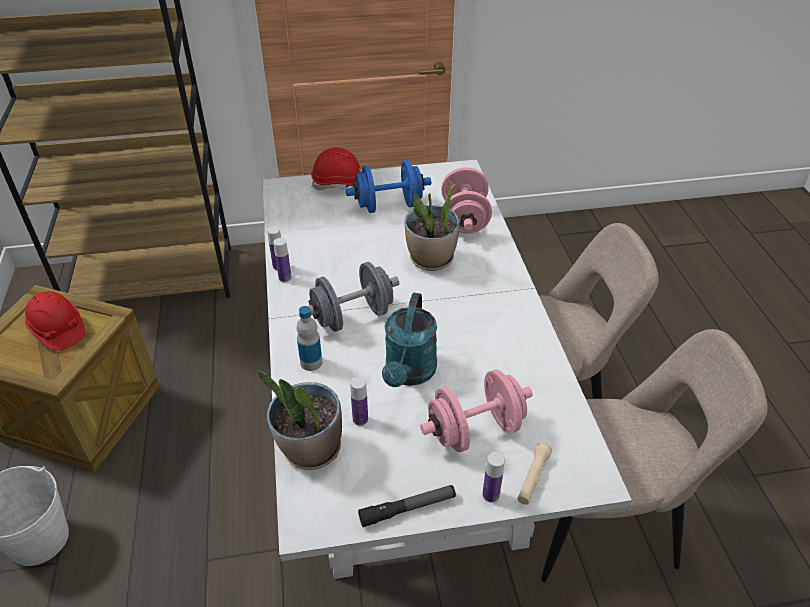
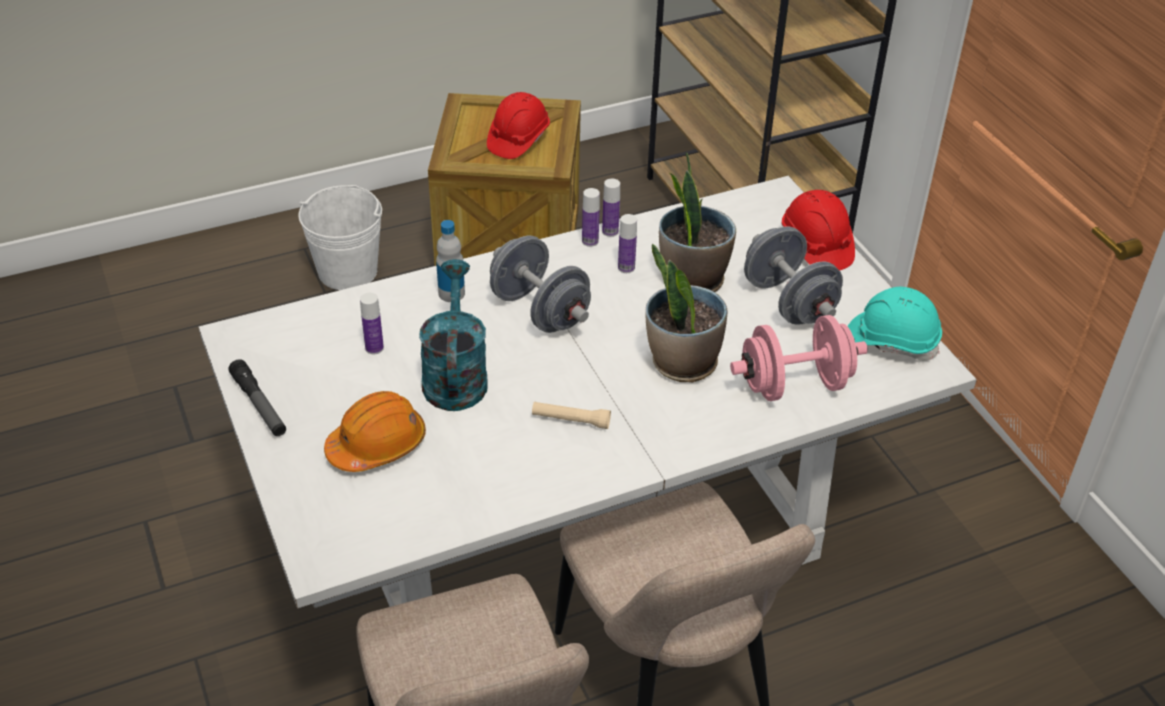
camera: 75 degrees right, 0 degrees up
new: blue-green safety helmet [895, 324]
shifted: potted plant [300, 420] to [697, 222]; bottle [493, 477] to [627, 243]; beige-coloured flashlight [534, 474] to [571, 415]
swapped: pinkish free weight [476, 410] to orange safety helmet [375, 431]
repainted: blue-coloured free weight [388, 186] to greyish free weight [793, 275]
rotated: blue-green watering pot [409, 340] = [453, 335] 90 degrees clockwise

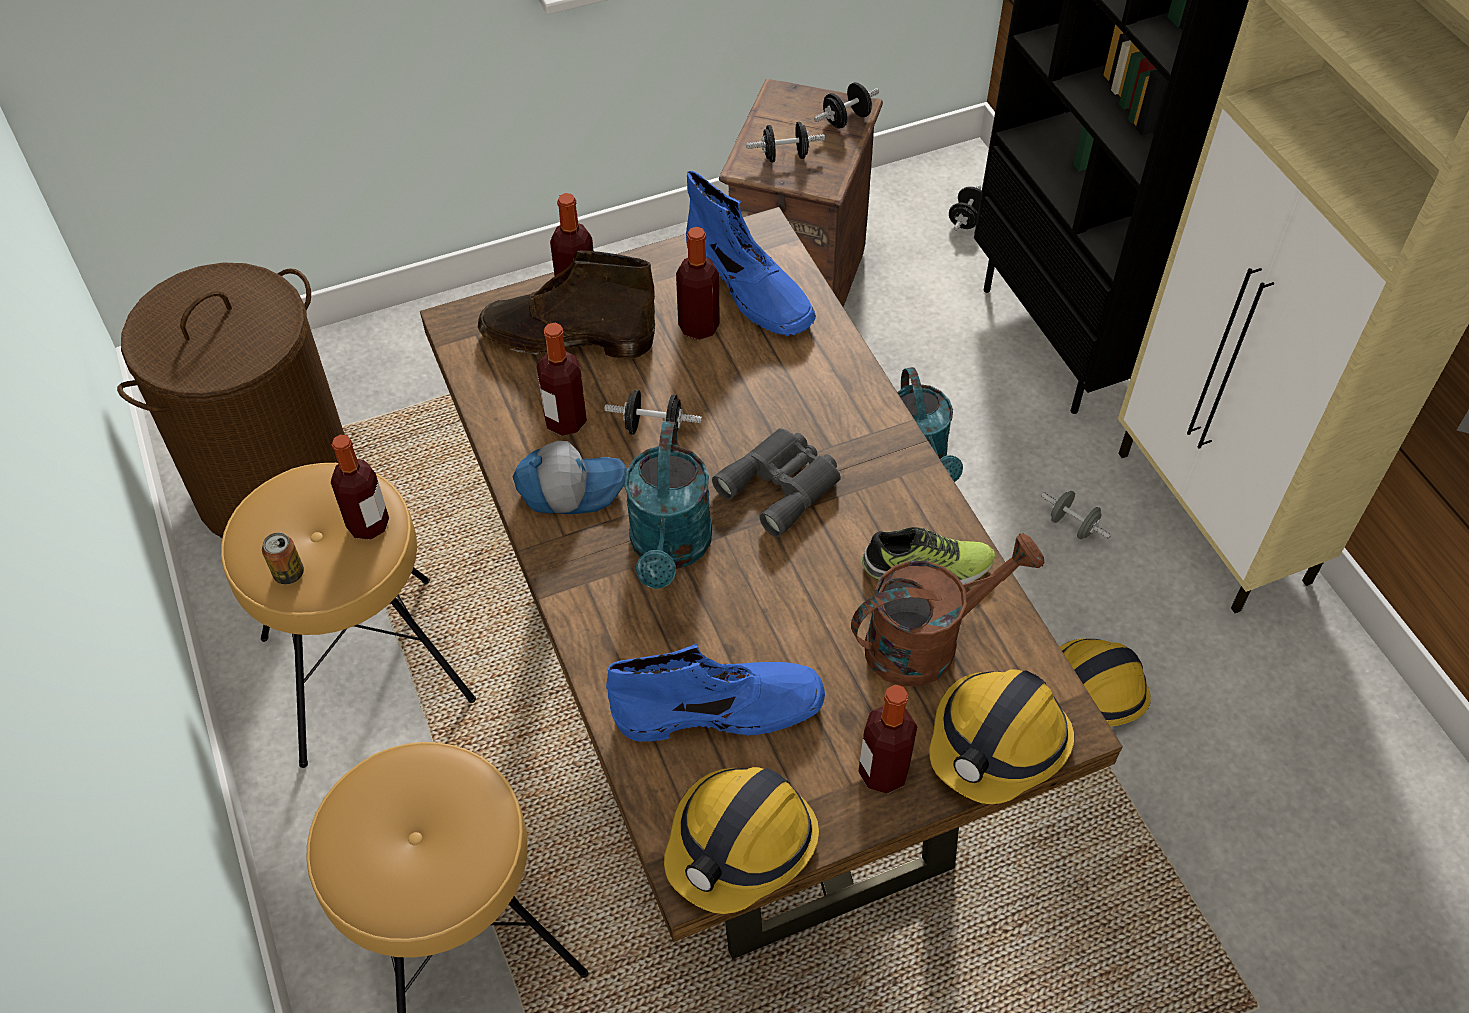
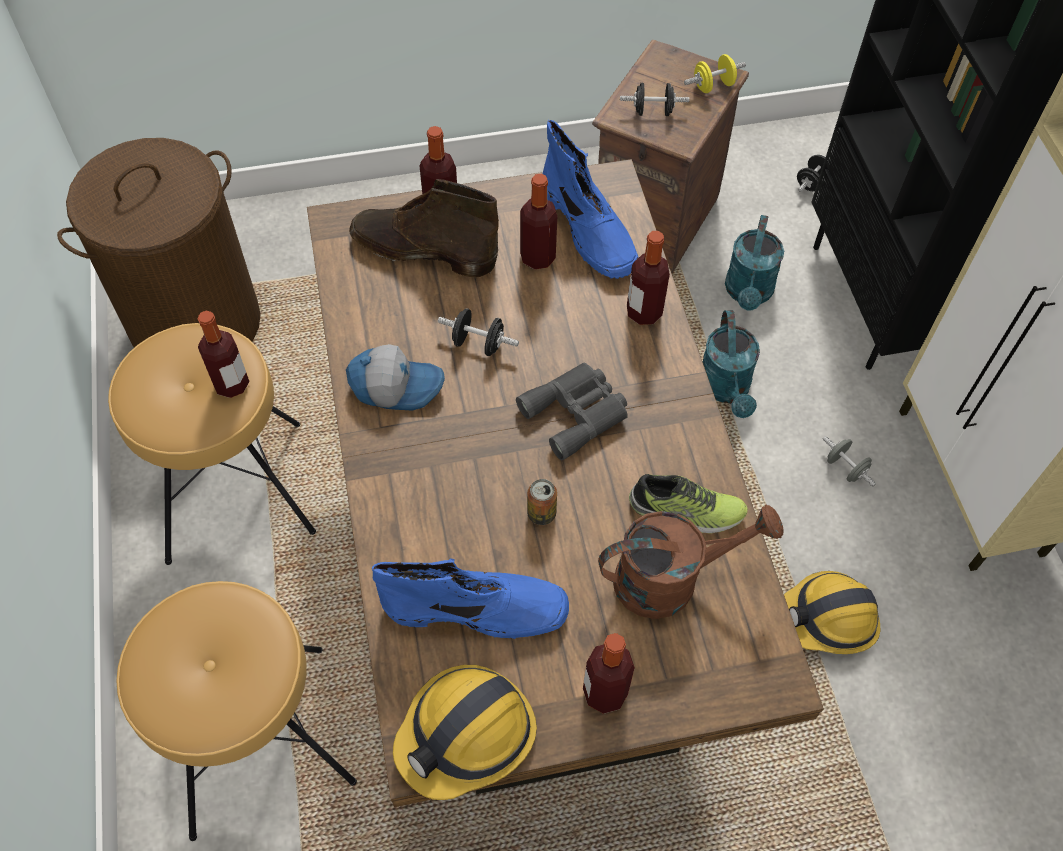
camera: 10 degrees right, 5 degrees up
gone: safety helmet [1001, 736]
shifted: metal can [283, 558] to [542, 502]; bottle [562, 379] to [648, 278]; blue-green watering pot [668, 505] to [754, 262]
repainted: blackish free weight [846, 105] to yellowish free weight [715, 73]

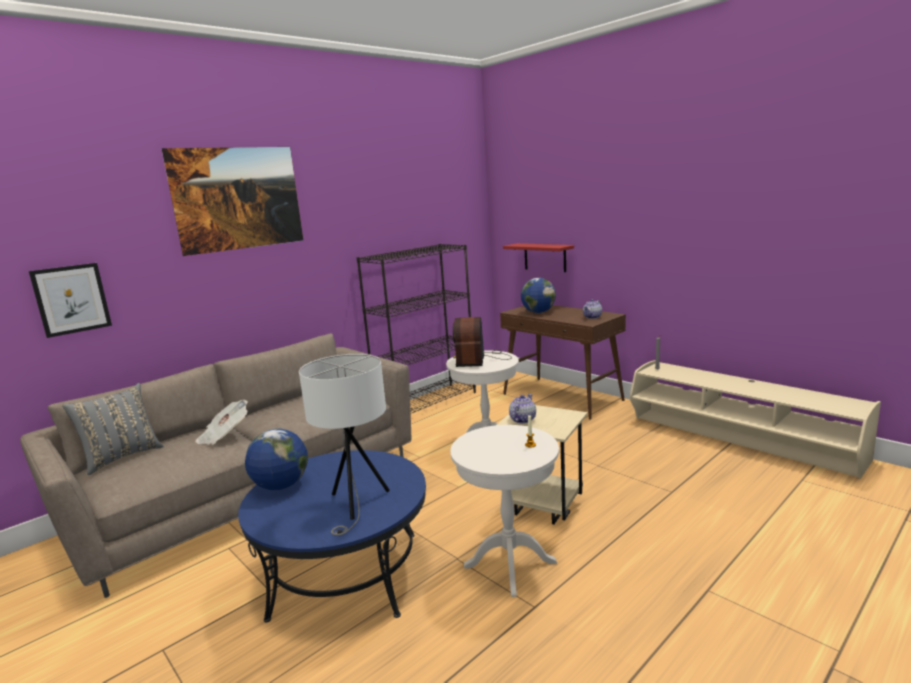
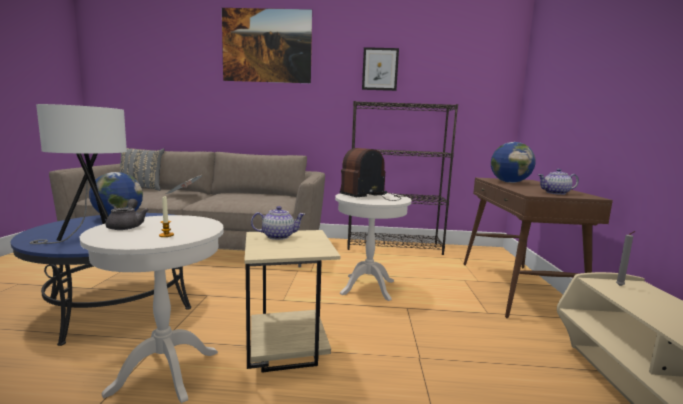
camera: 45 degrees right, 5 degrees down
gone: red-coloured shelf [538, 257]
new: greyish pot for tea [127, 214]
shifted: picture [70, 300] to [380, 69]

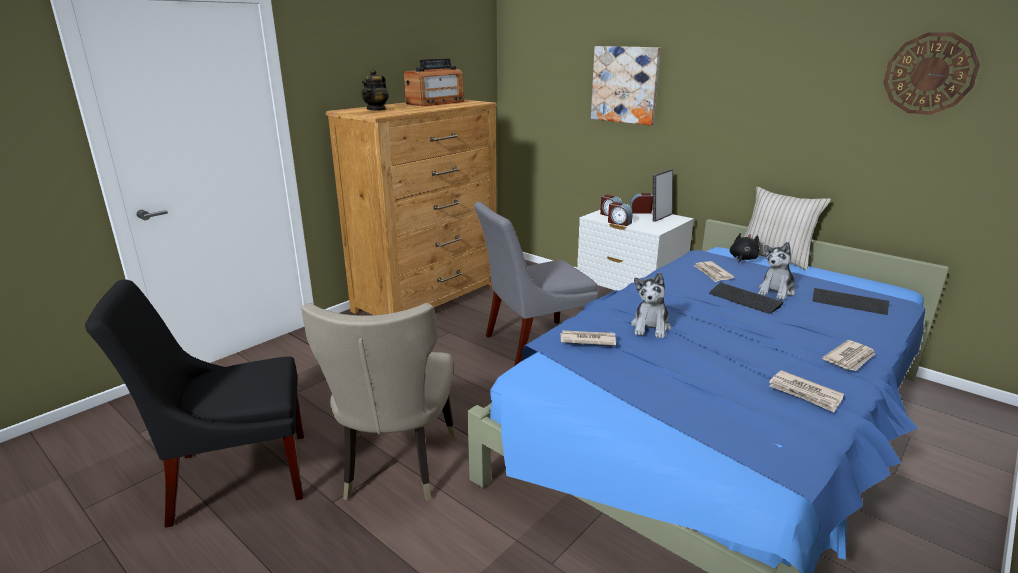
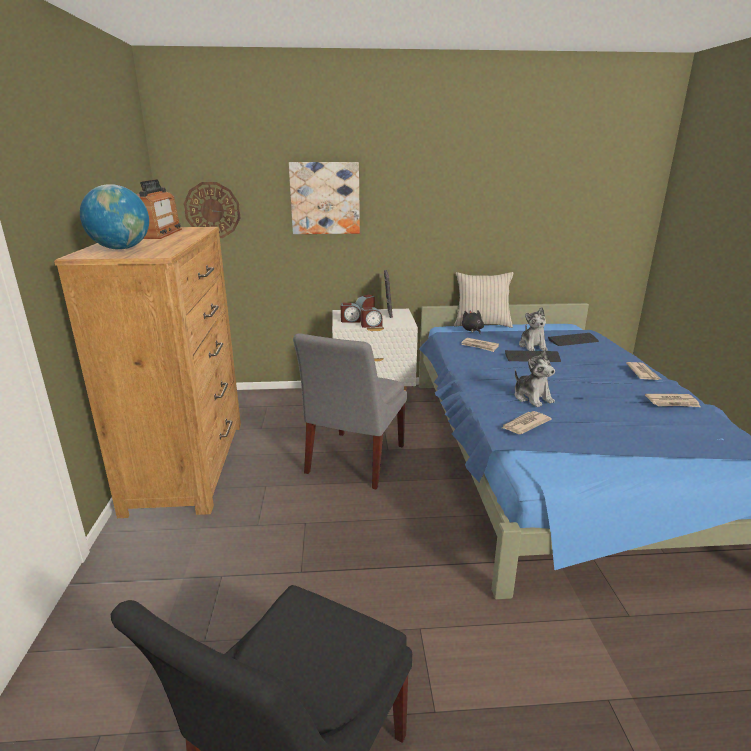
camera: 45 degrees left, 0 degrees up
gone: beige-coloured plain chair [378, 402]
shifted: wall clock [932, 73] to [212, 210]
swapped: pot for tea [375, 90] to world globe [114, 217]

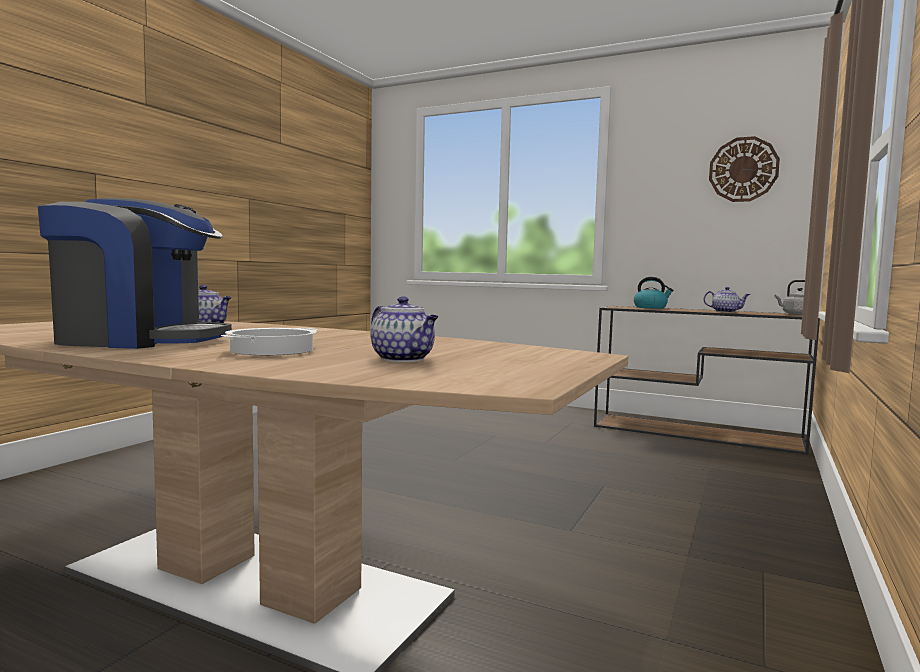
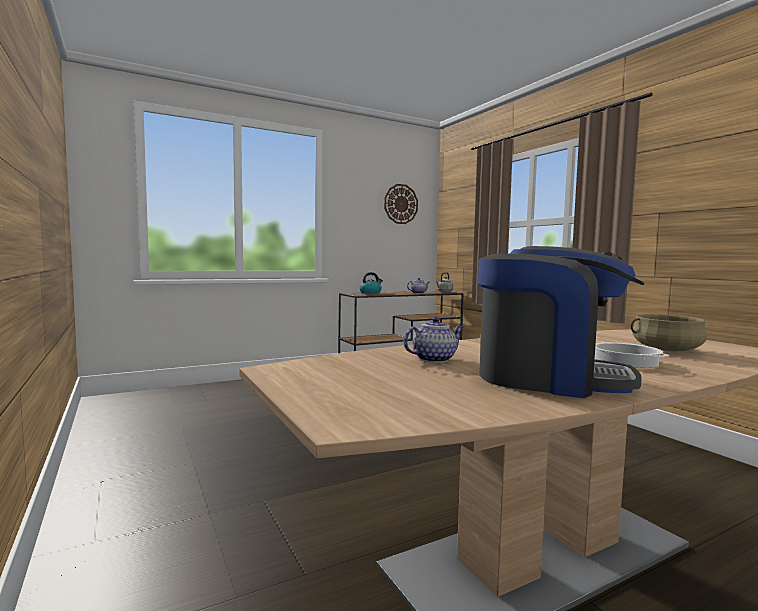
camera: 55 degrees left, 0 degrees up
swapped: pot for tea [404, 329] to beige-coloured saucepot [669, 332]
rotated: coffee maker [135, 273] = [561, 322] 75 degrees clockwise

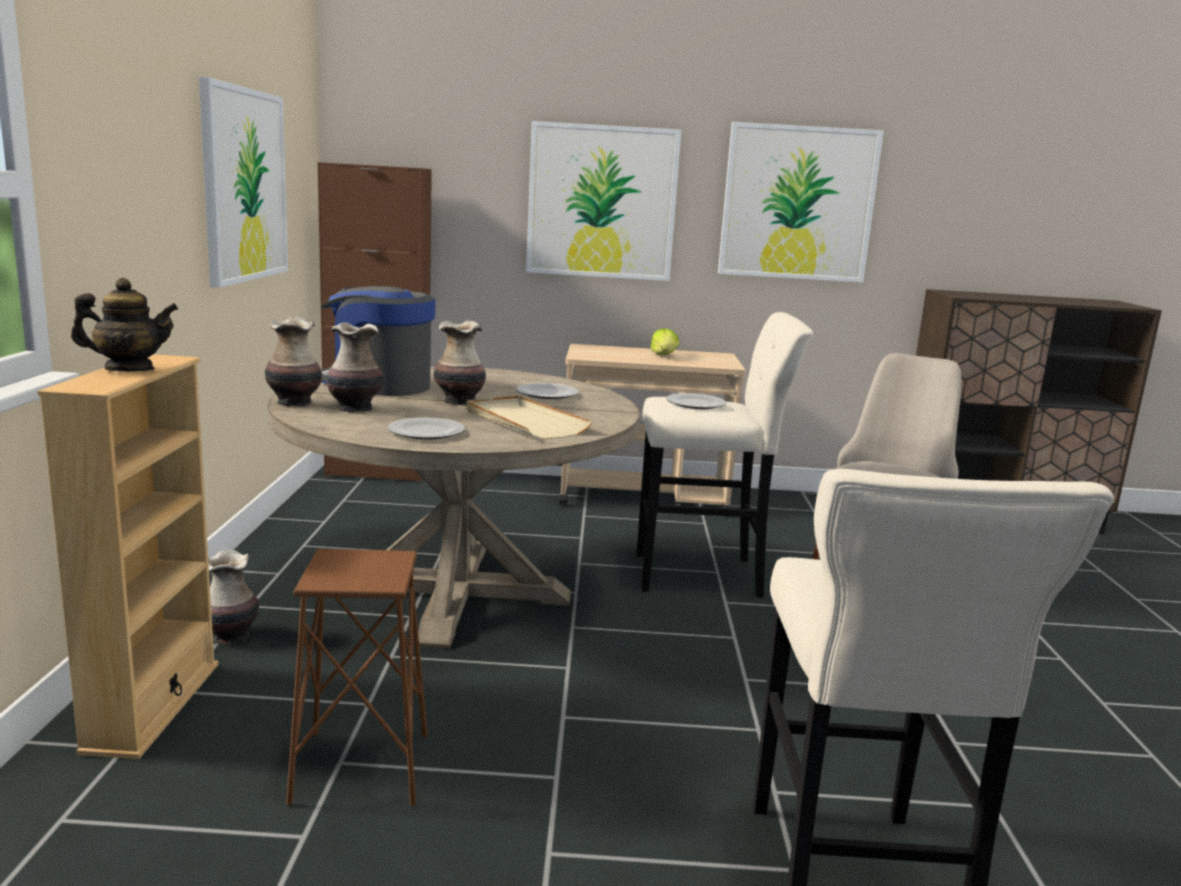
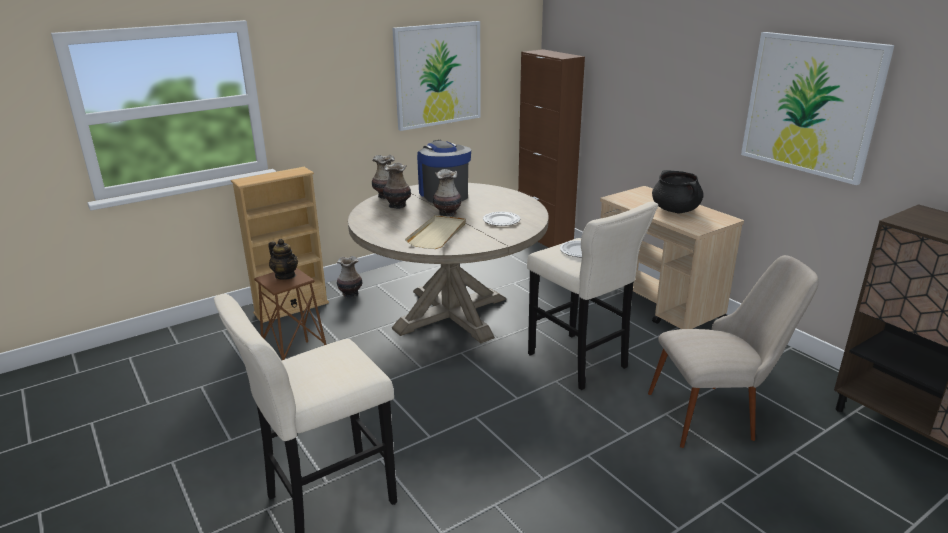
camera: 55 degrees right, 10 degrees up
gone: flat dish [426, 428]; picture [604, 201]
shifted: pot for tea [124, 325] to [283, 259]
swapped: head of lettuce [665, 341] to blackish saucepot [678, 191]

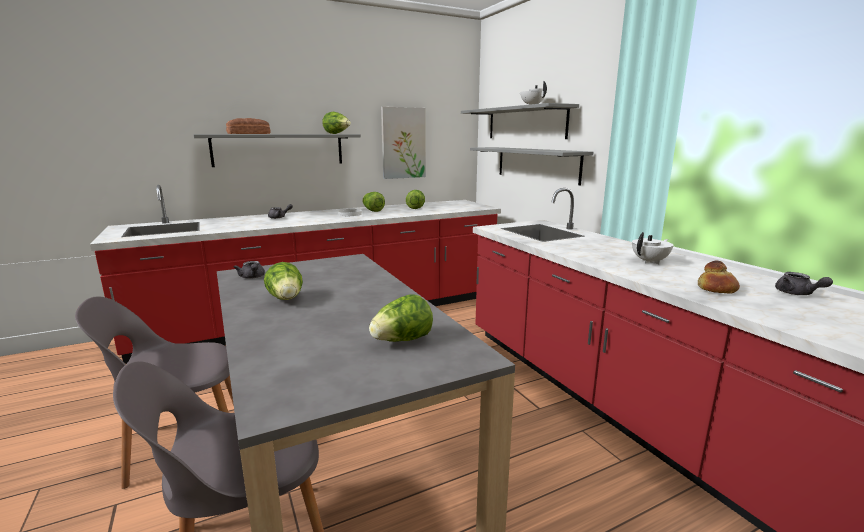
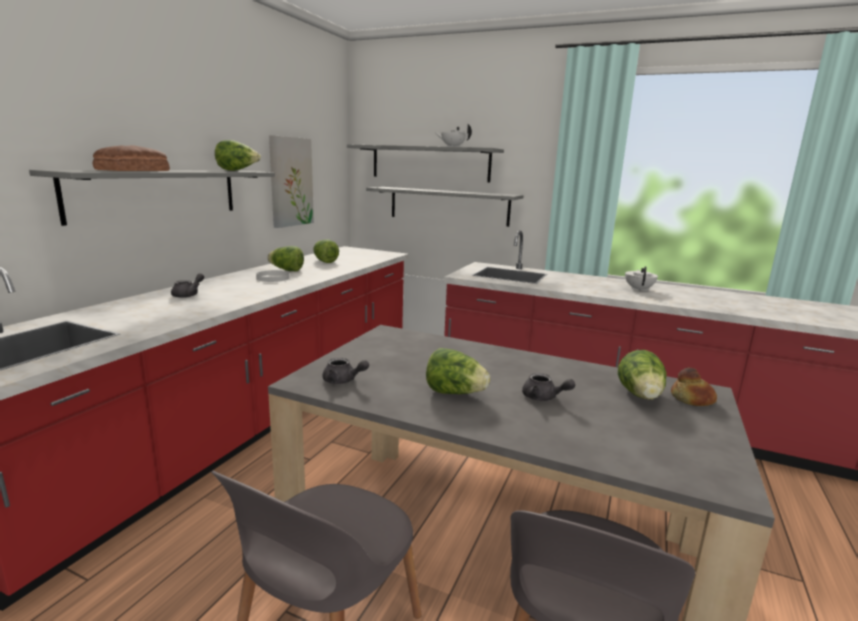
camera: 40 degrees left, 0 degrees up
shifted: baked bread [719, 277] to [694, 387]; greyish pot for tea [804, 283] to [548, 387]

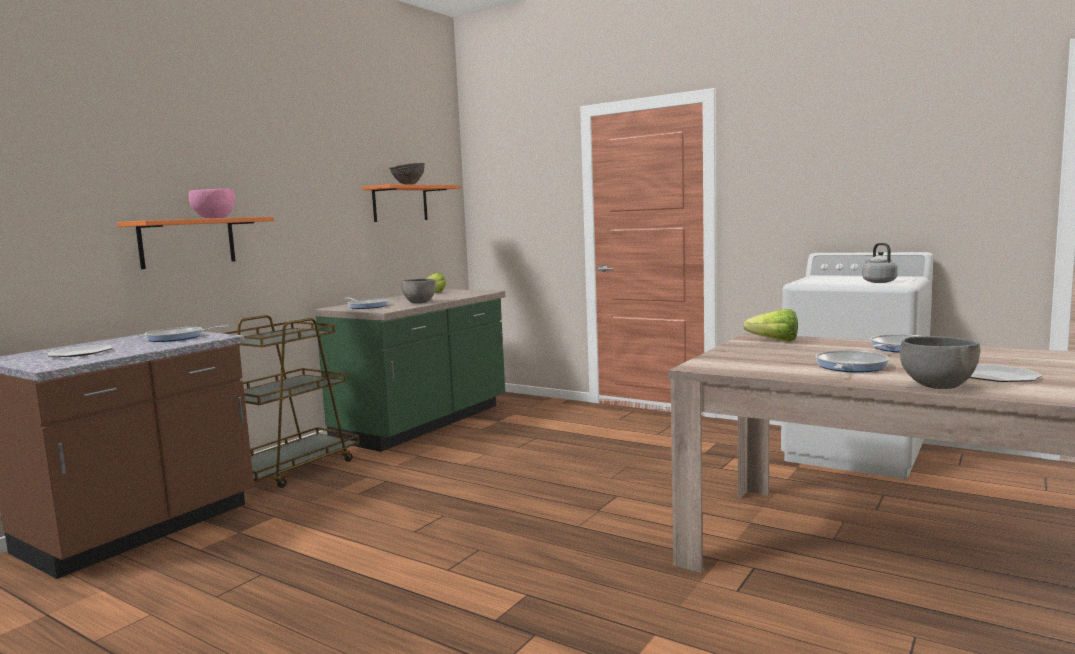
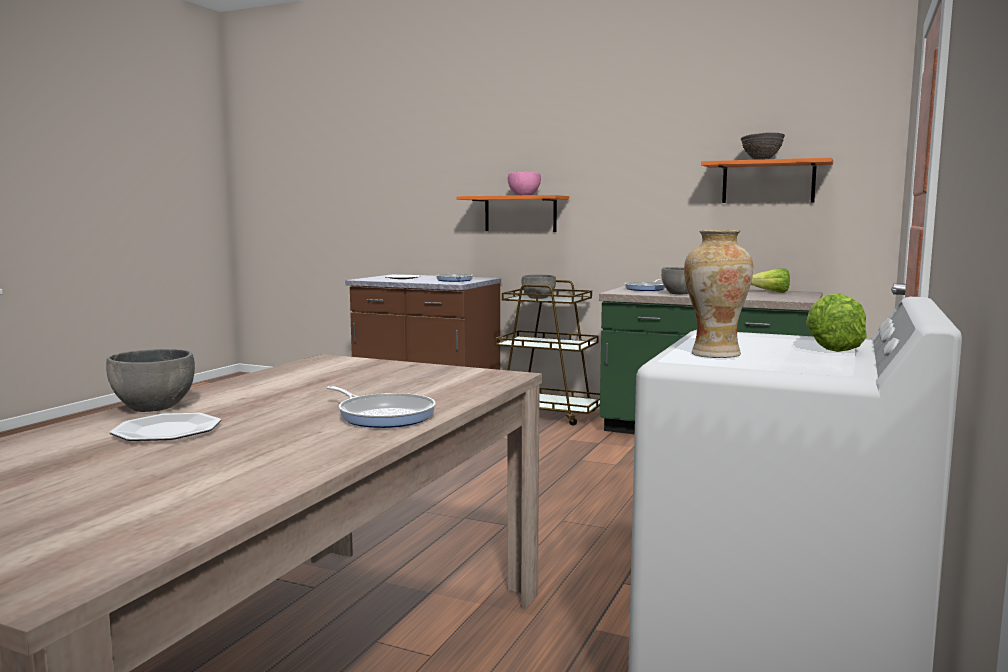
camera: 80 degrees right, 0 degrees up
gone: skillet [852, 361]
new: greyish serving bowl [538, 286]
shifted: head of lettuce [770, 325] to [836, 322]
swapped: greyish kettle [880, 263] to vase [718, 294]

